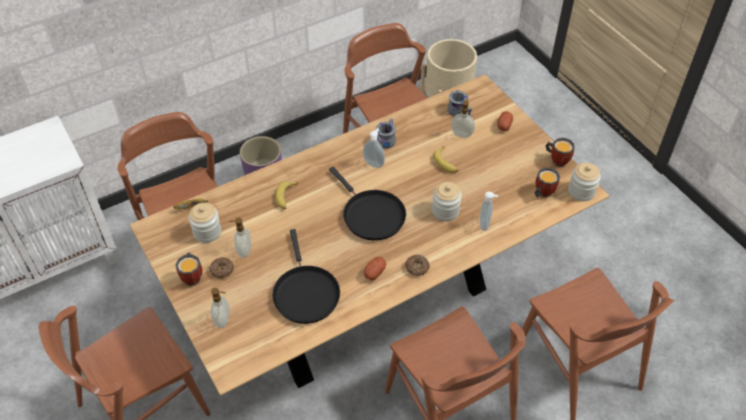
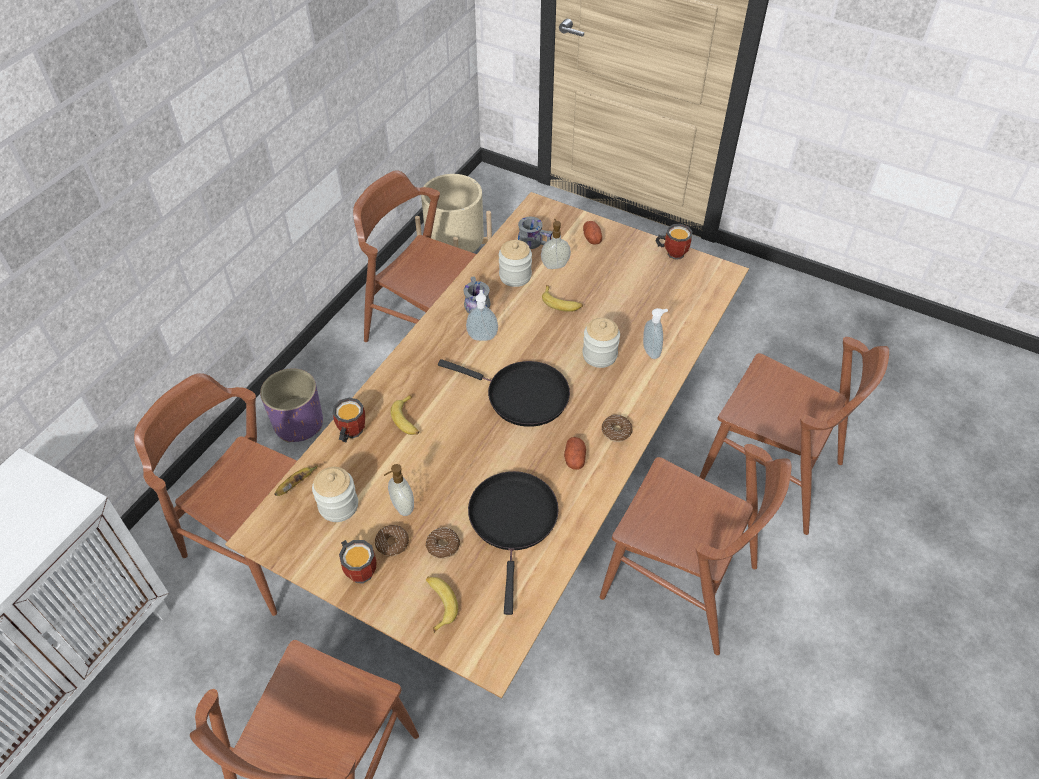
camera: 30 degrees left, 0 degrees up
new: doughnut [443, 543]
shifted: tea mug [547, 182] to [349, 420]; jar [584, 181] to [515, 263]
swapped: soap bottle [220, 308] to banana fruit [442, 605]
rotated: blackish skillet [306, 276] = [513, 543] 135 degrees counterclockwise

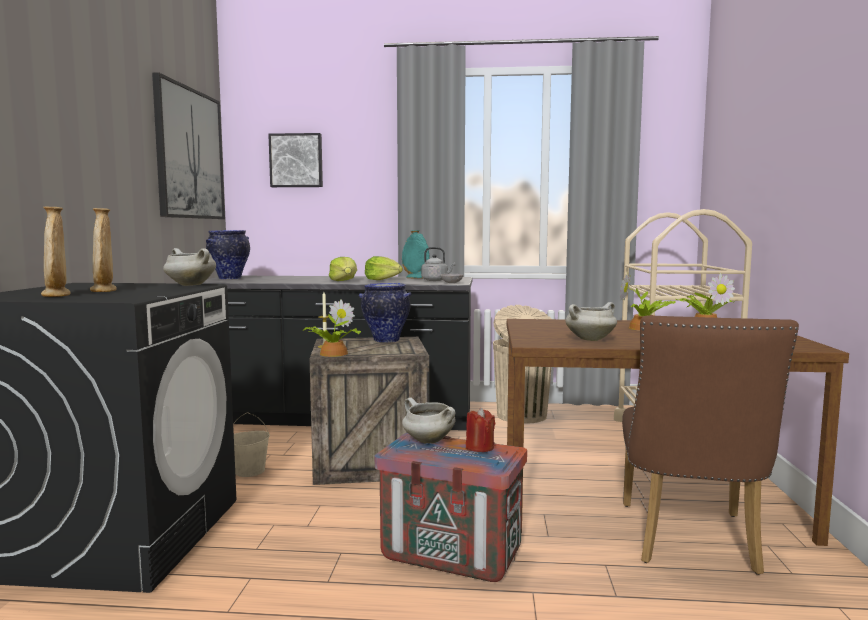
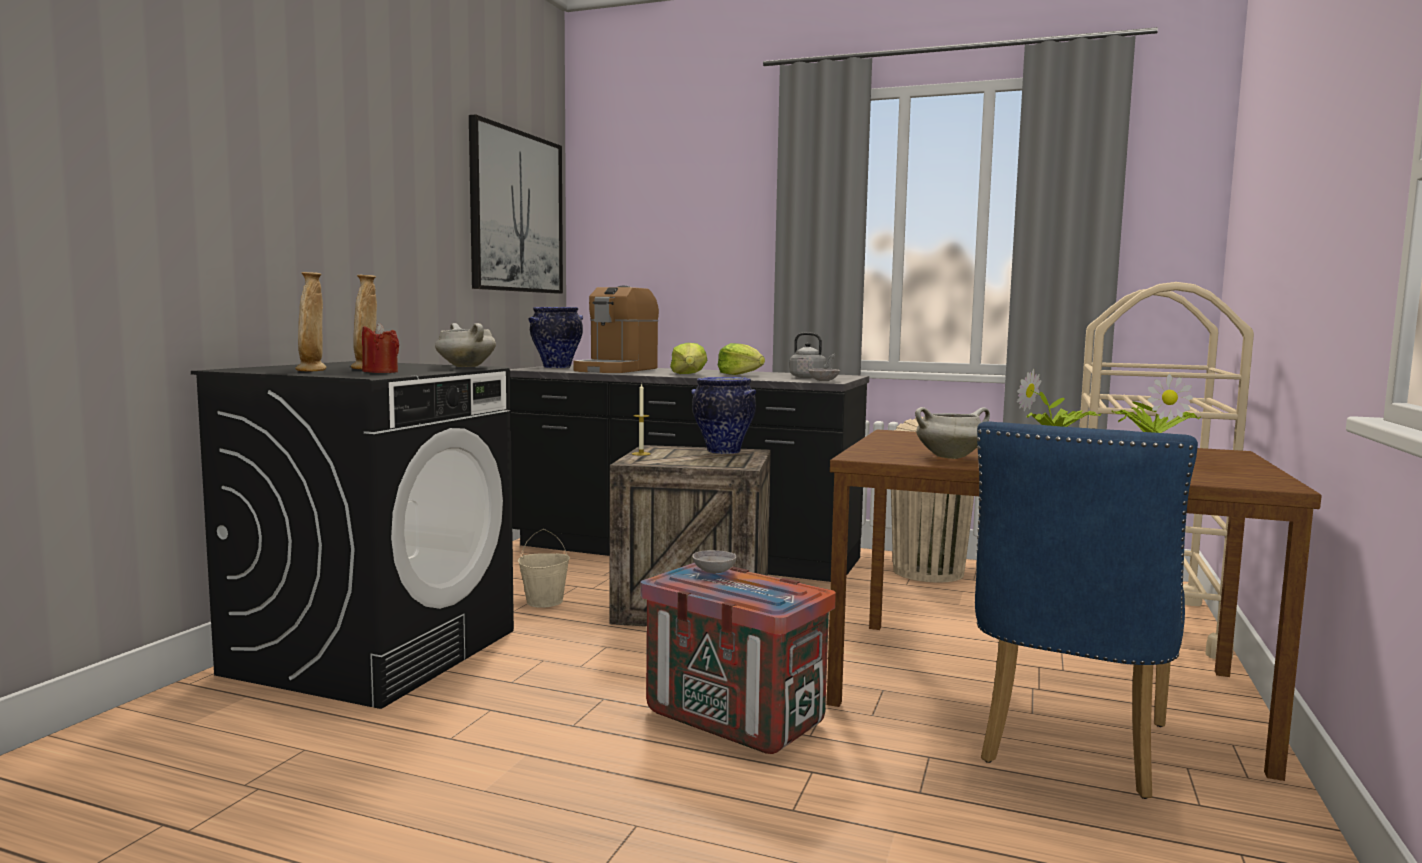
camera: 15 degrees right, 0 degrees up
gone: picture [295, 160]; potted plant [332, 328]; blue-green vase [416, 254]
new: coffee maker [616, 329]
shifted: red-coloured wax candle [480, 430] to [380, 348]
swapped: whitish saucepot [429, 420] to greyish serving bowl [714, 561]
repainted: brown-coloured plain chair [710, 445] to blue-coloured plain chair [1086, 610]

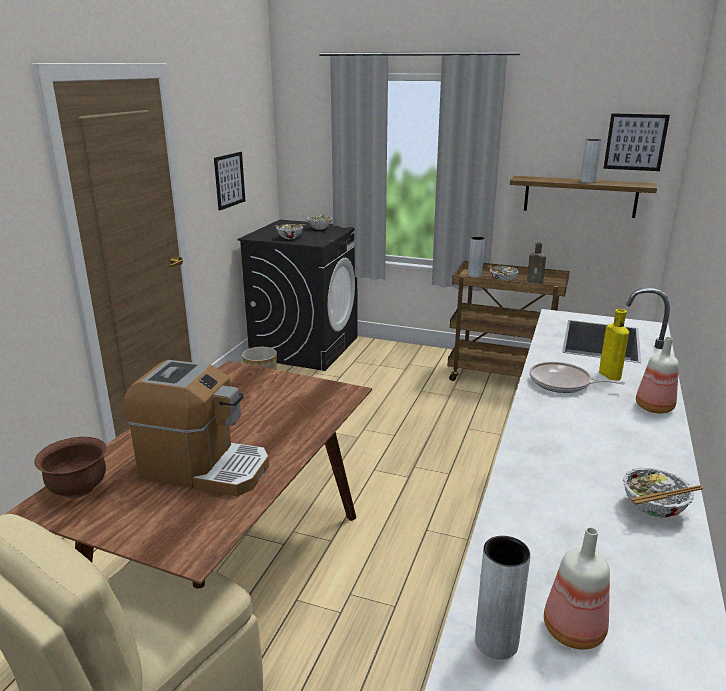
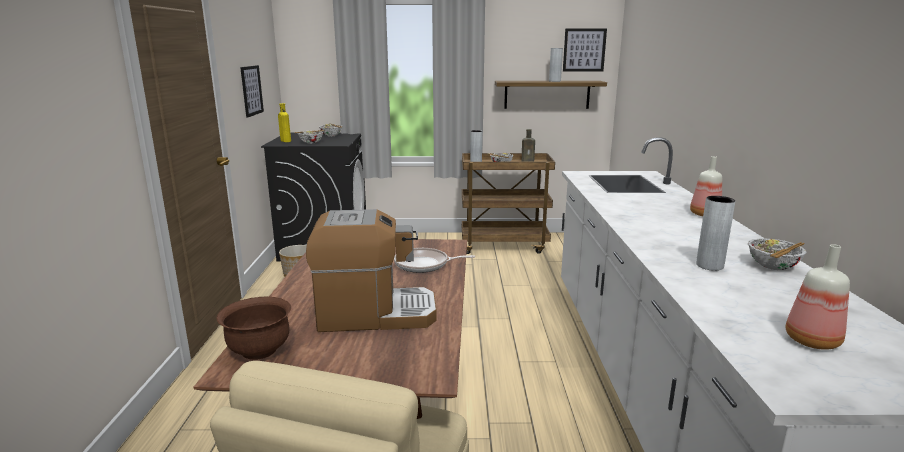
camera: 20 degrees left, 5 degrees down
shifted: greyish vase [503, 598] to [715, 233]; skillet [577, 377] to [434, 260]; yellowish bottle [614, 345] to [284, 122]

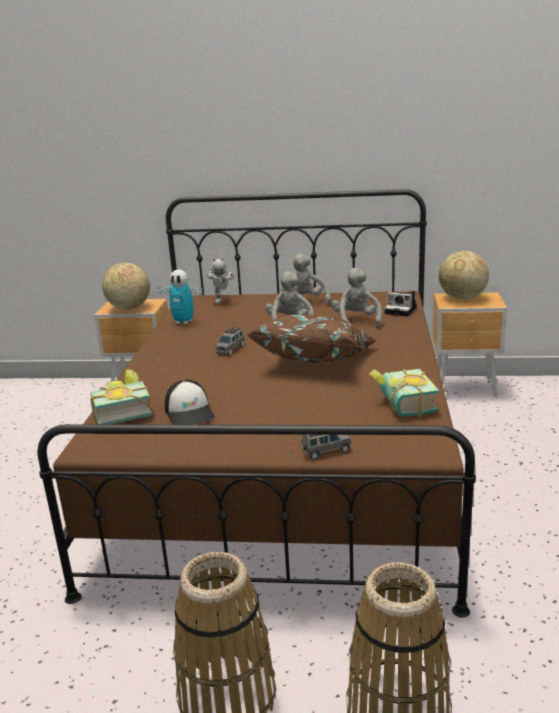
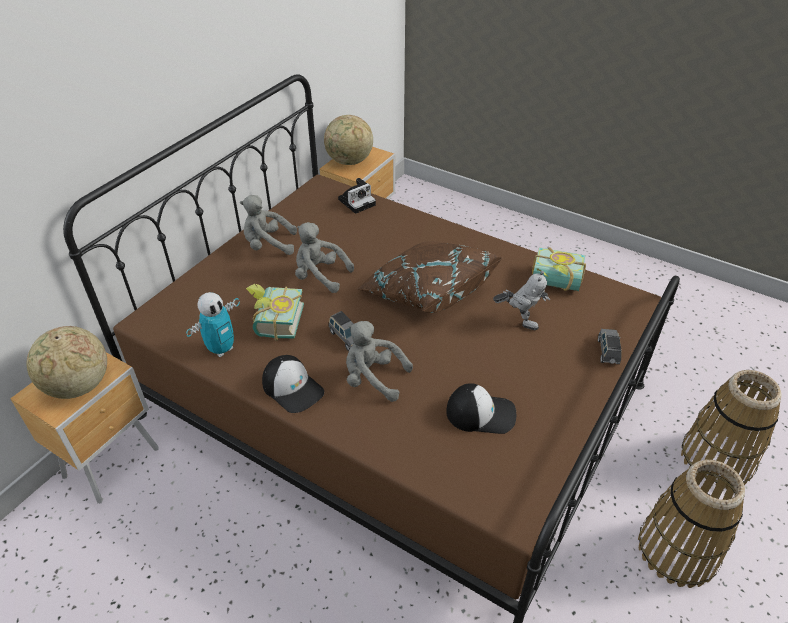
camera: 65 degrees left, 20 degrees up
new: cap [293, 384]
shifted: bound book [122, 396] to [275, 312]; model robot [220, 281] to [521, 300]; greyish plush toy [357, 298] to [379, 361]

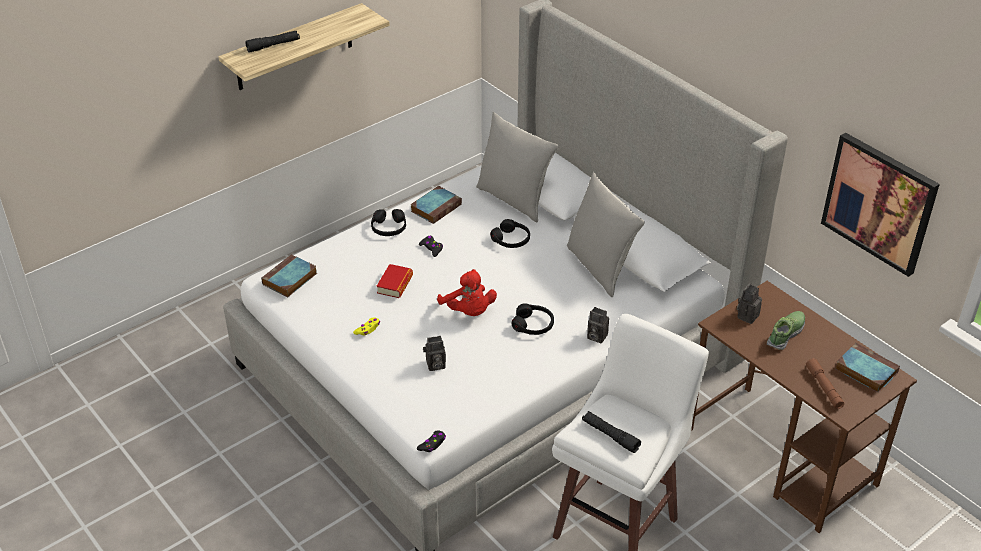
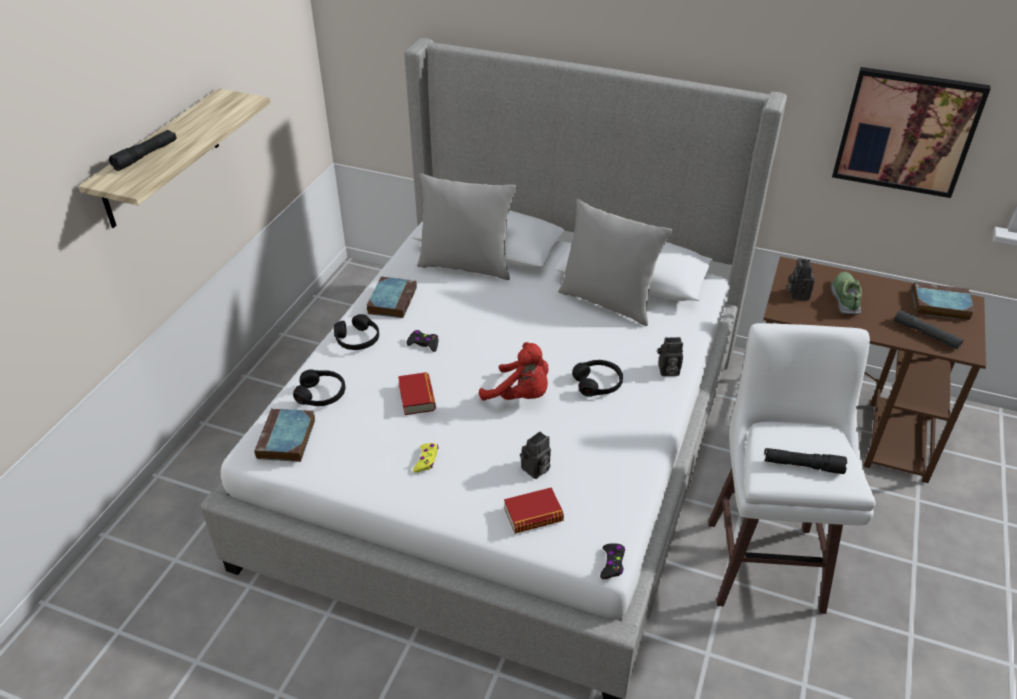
camera: 30 degrees left, 0 degrees up
new: bound book [534, 510]
shifted: blackish headphones [510, 233] to [319, 388]
repainted: brown-coloured flashlight [825, 383] to greyish flashlight [928, 329]

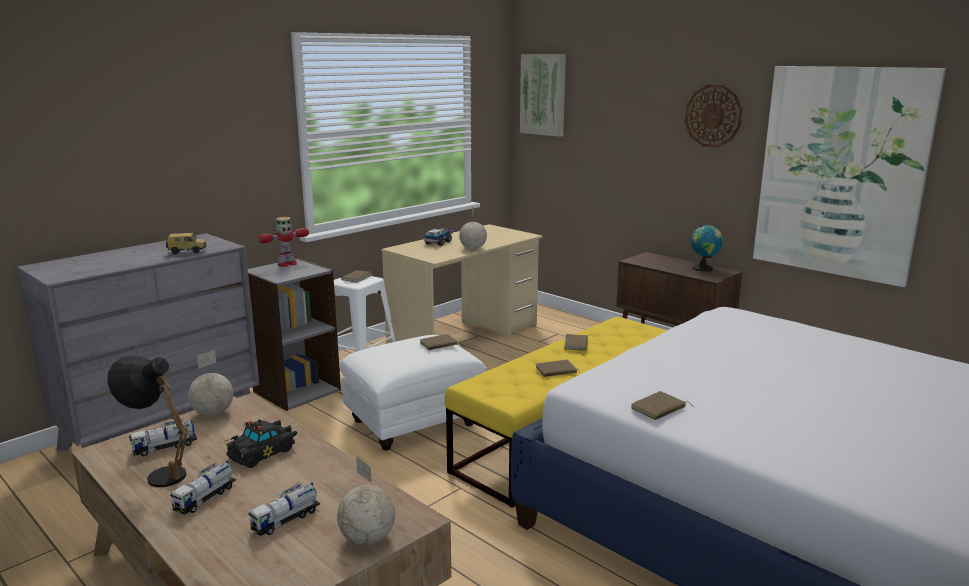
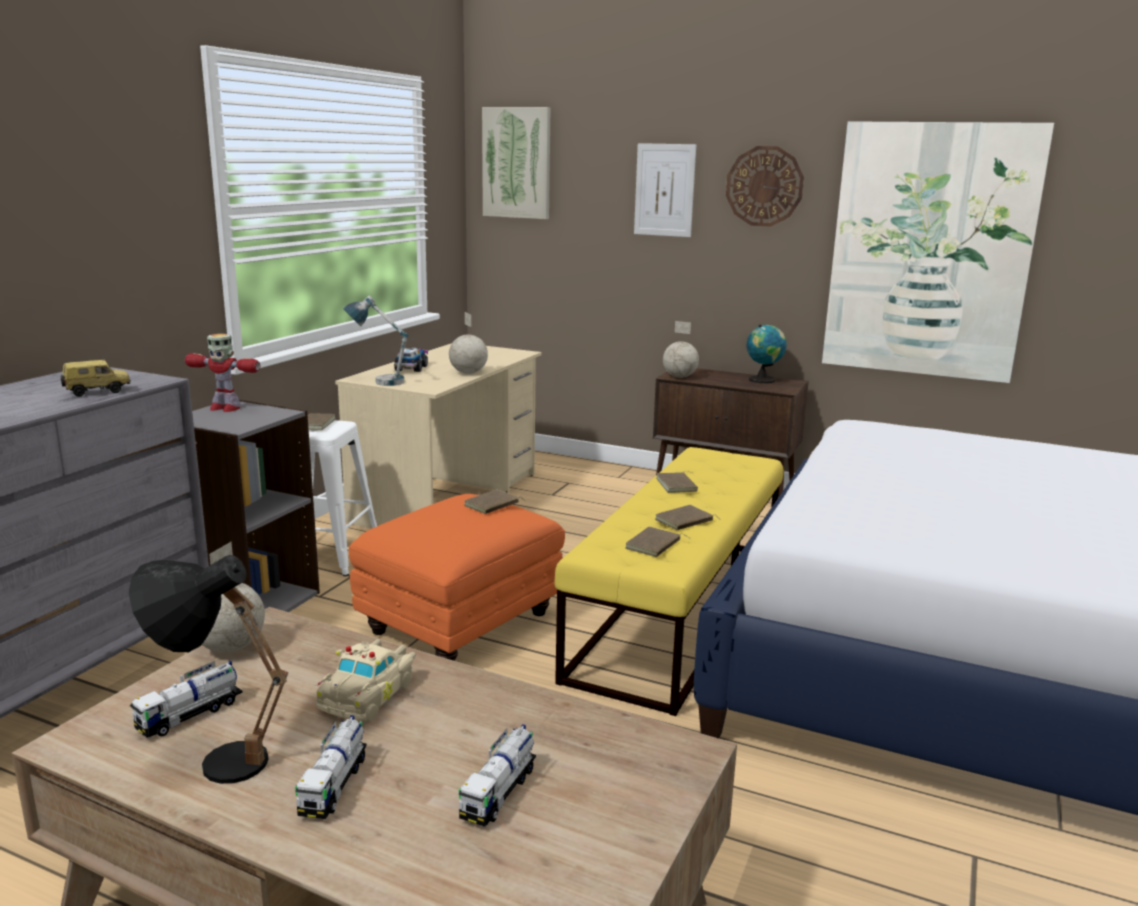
camera: 20 degrees left, 0 degrees up
new: tabletop lamp [375, 341]; picture [665, 190]
shifted: world globe [366, 500] to [681, 349]; brown-coloured bound book [662, 405] to [658, 542]
repainted: blackish miniature car [261, 443] to beige-coloured miniature car [365, 681]; whitish ottoman [413, 393] to orange ottoman [457, 577]
rotated: model robot [283, 242] = [222, 373] 75 degrees clockwise

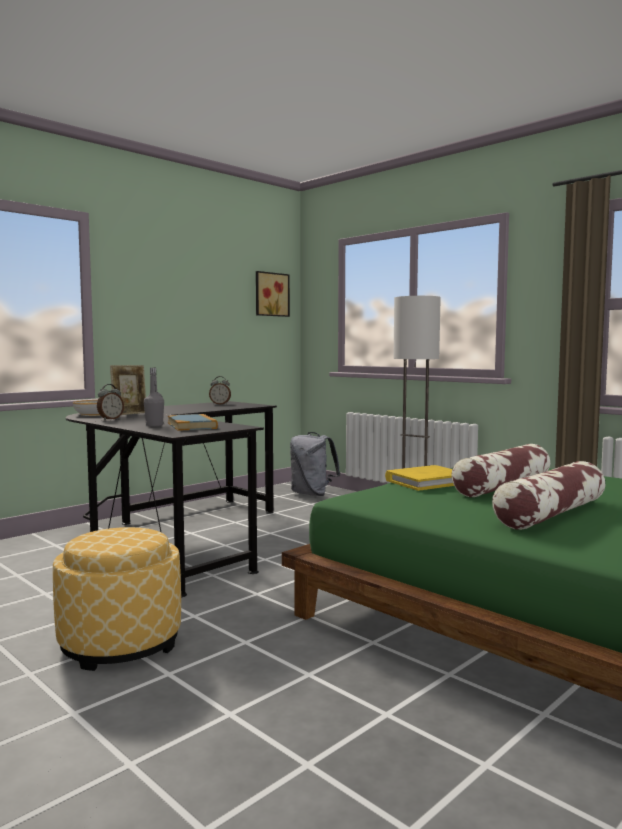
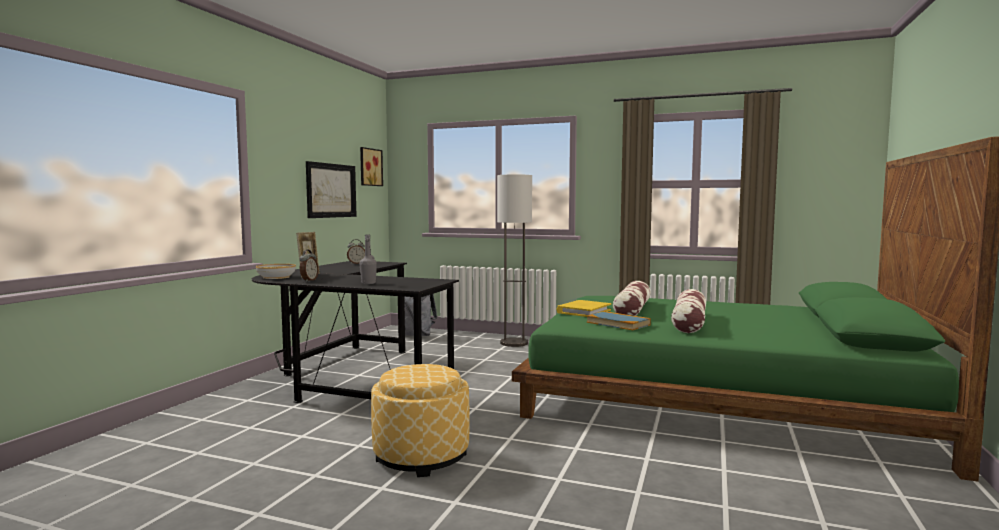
camera: 25 degrees left, 0 degrees up
new: picture [331, 189]
shifted: bound book [193, 422] to [618, 320]

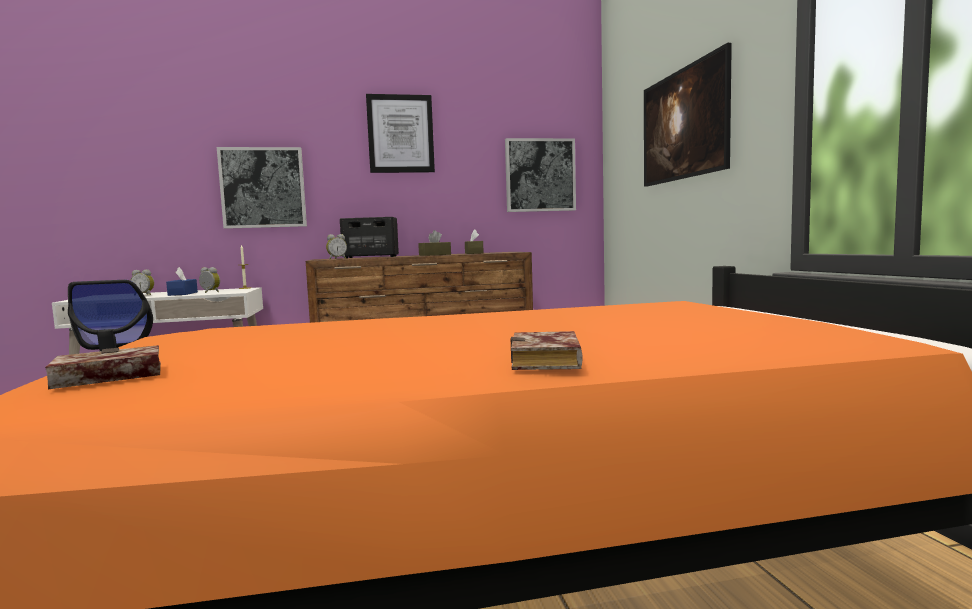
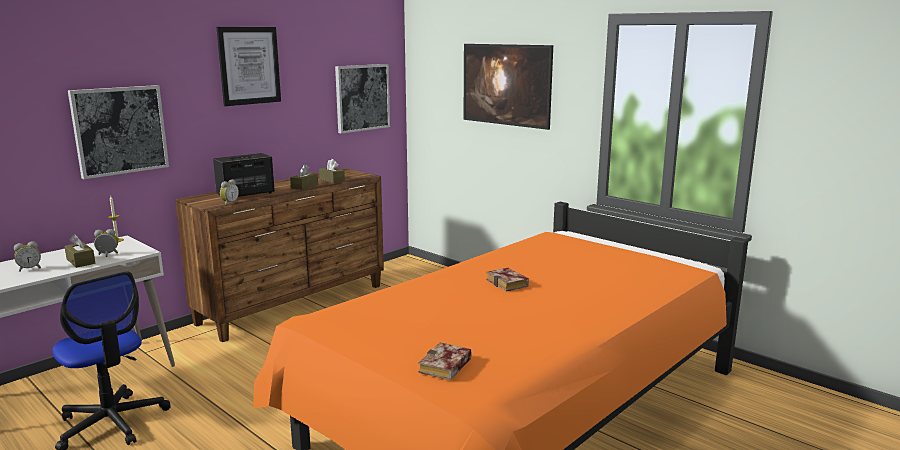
camera: 35 degrees left, 10 degrees up
shifted: bound book [546, 350] to [507, 279]
repainted: blue-coloured box of tissues [182, 281] to brown-coloured box of tissues [79, 251]

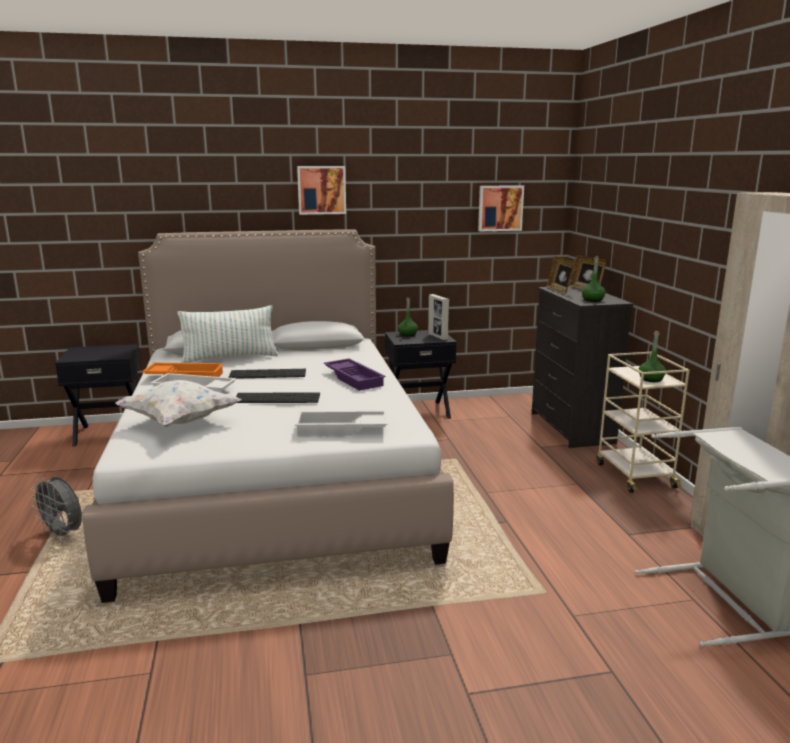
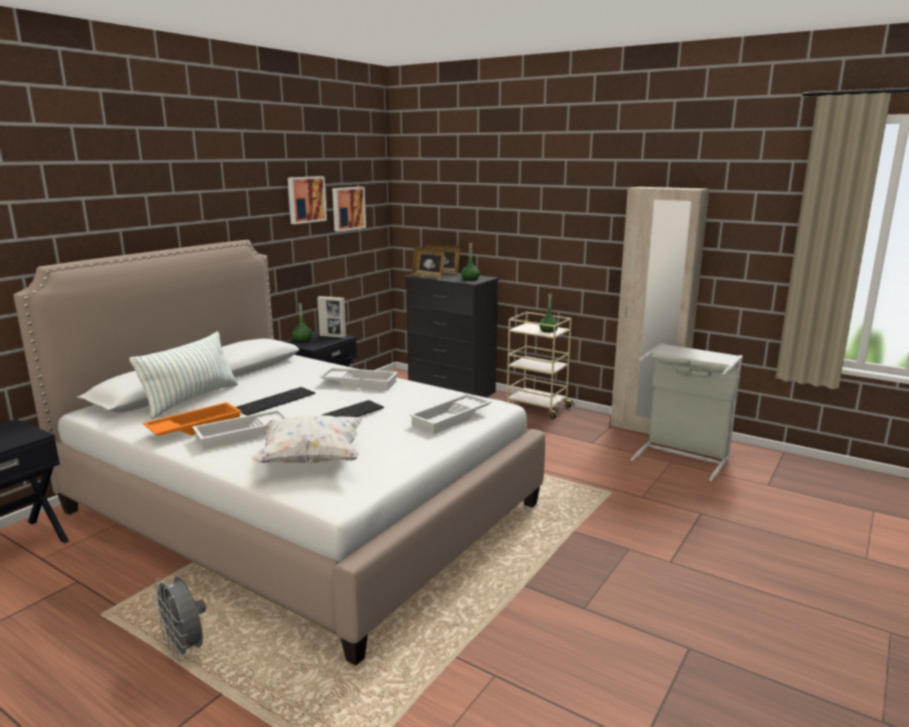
camera: 45 degrees left, 0 degrees up
shifted: picture [321, 190] to [307, 200]
repainted: purplish serving tray [355, 374] to whitish serving tray [358, 378]
rotated: greyish fan [56, 508] = [179, 619] 60 degrees clockwise

